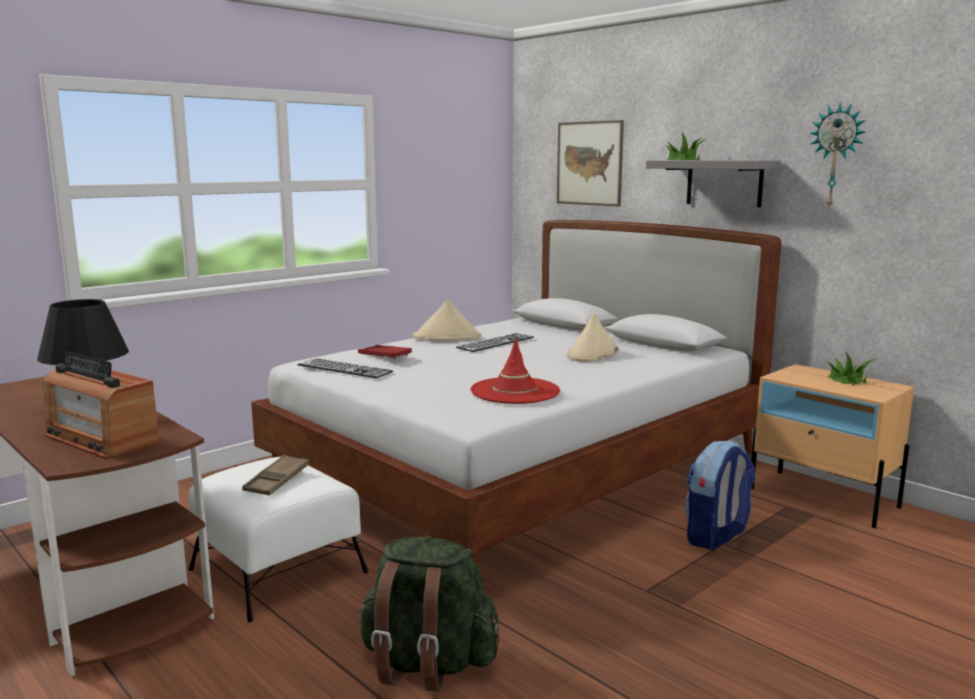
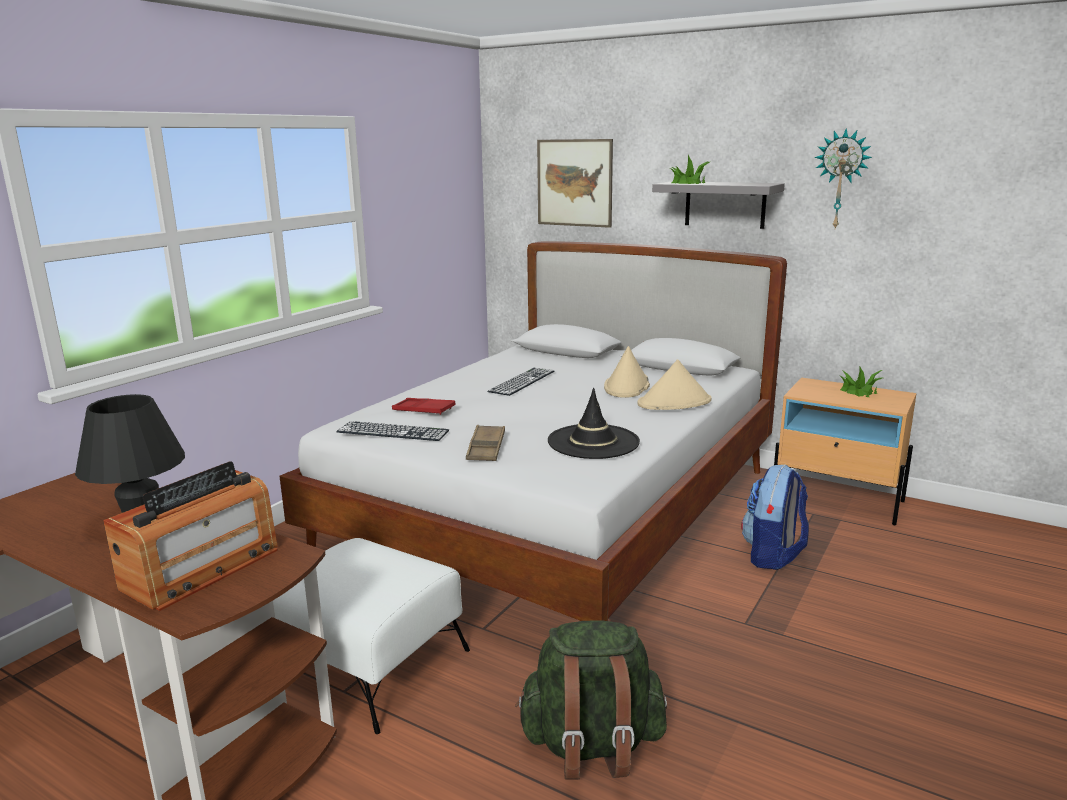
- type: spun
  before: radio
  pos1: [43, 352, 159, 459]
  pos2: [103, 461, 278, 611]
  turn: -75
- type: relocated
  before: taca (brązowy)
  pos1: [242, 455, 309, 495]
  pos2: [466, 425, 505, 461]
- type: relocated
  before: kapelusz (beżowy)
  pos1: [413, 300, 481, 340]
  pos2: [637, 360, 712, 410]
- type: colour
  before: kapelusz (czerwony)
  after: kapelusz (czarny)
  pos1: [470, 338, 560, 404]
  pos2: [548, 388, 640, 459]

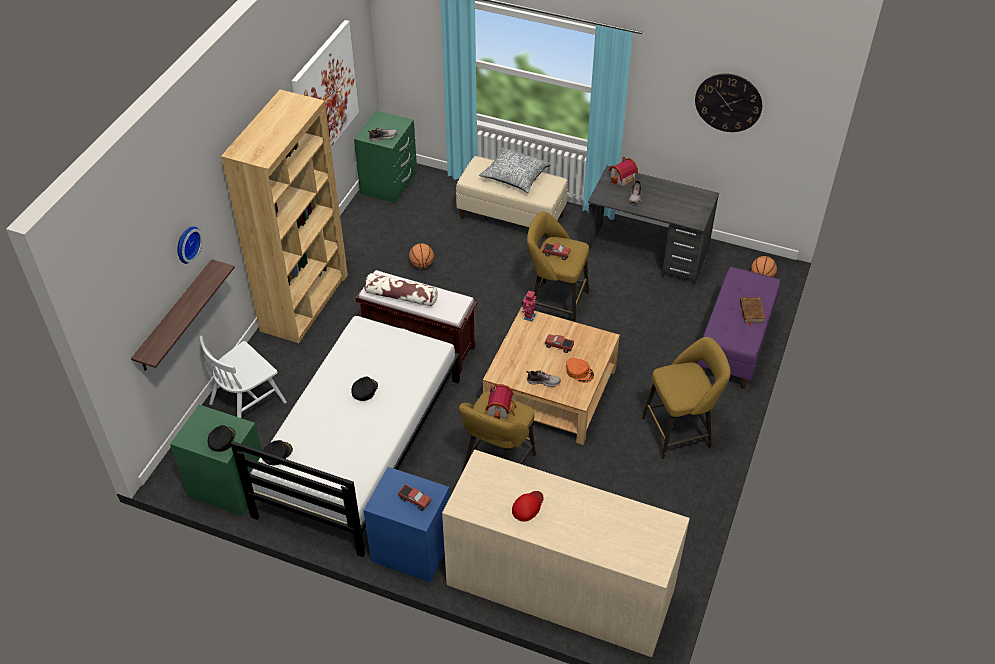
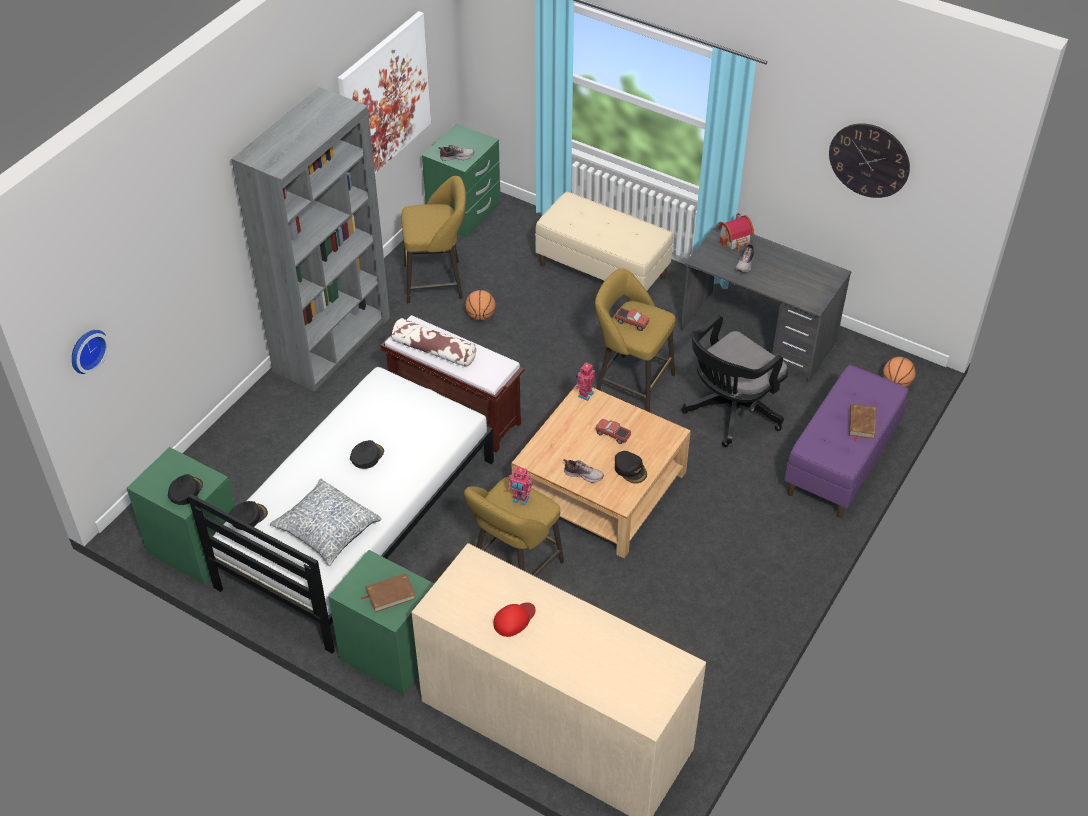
- type: missing
  before: półka
  pos1: [131, 259, 235, 371]
- type: relocated
  before: zegar ścienny
  pos1: [177, 226, 203, 264]
  pos2: [72, 330, 109, 374]
- type: missing
  before: krzesło (biały)
  pos1: [200, 336, 287, 418]
- type: colour
  before: regał (brązowy)
  after: regał (szary)
  pos1: [221, 90, 348, 343]
  pos2: [231, 87, 390, 392]
- type: colour
  before: szafka nocna (niebieski)
  after: szafka nocna (zielony)
  pos1: [363, 467, 450, 582]
  pos2: [328, 550, 434, 695]
- type: exchanged
  before: ciężarówka zabawkowa
  after: książka (brązowy)
  pos1: [398, 485, 431, 511]
  pos2: [361, 573, 416, 612]
- type: relocated
  before: poduszka
  pos1: [479, 148, 551, 193]
  pos2: [270, 479, 381, 566]
- type: exchanged
  before: domek
  after: robot zabawkowy
  pos1: [485, 384, 517, 419]
  pos2: [508, 466, 533, 505]
- type: colour
  before: czapka z daszkiem (pomarańczowy)
  after: czapka z daszkiem (czarny)
  pos1: [566, 358, 594, 383]
  pos2: [615, 451, 647, 484]
- type: relocated
  before: stołek (żółty)
  pos1: [642, 337, 731, 459]
  pos2: [402, 176, 466, 304]
- type: appeared
  after: krzesło biurowe (czarny)
  pos2: [681, 314, 788, 447]

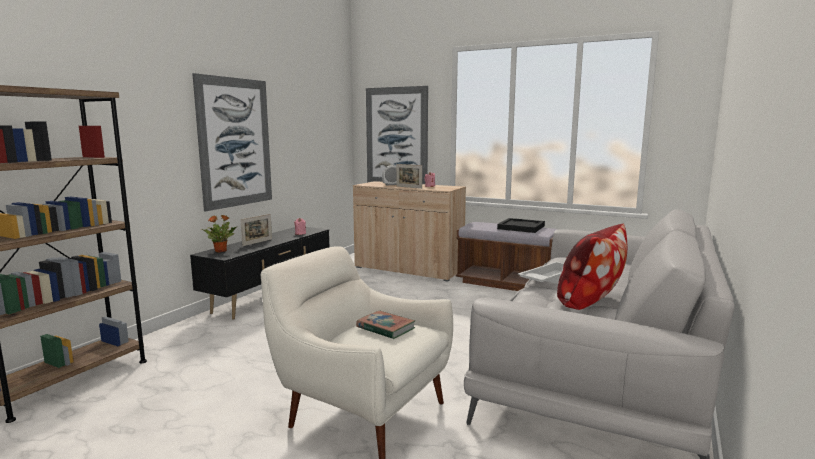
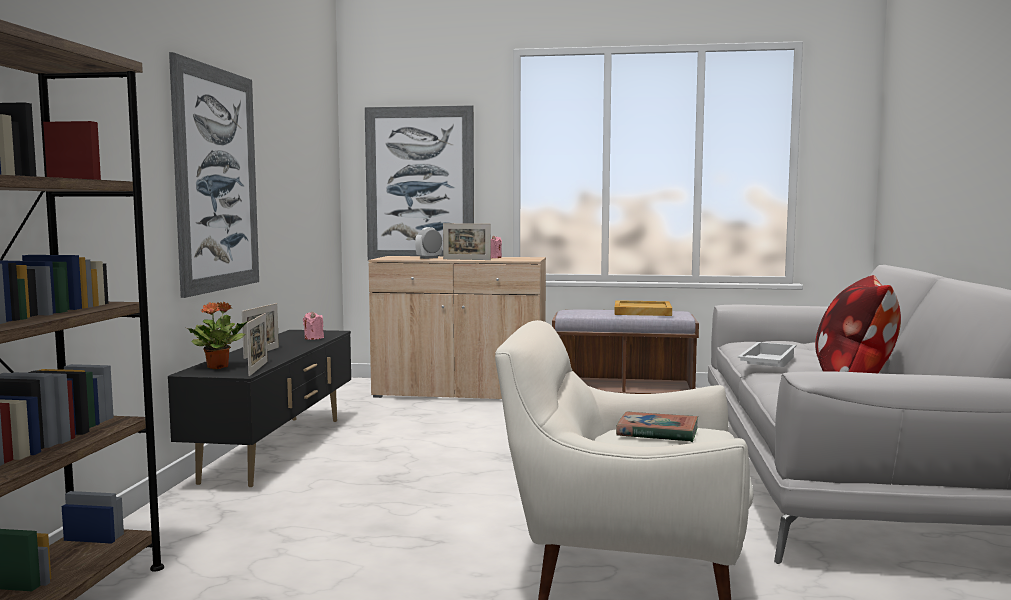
- type: colour
  before: taca (czarny)
  after: taca (beżowy)
  pos1: [497, 218, 545, 233]
  pos2: [614, 300, 672, 316]
- type: appeared
  after: ramka na zdjęcie
  pos2: [246, 313, 268, 376]

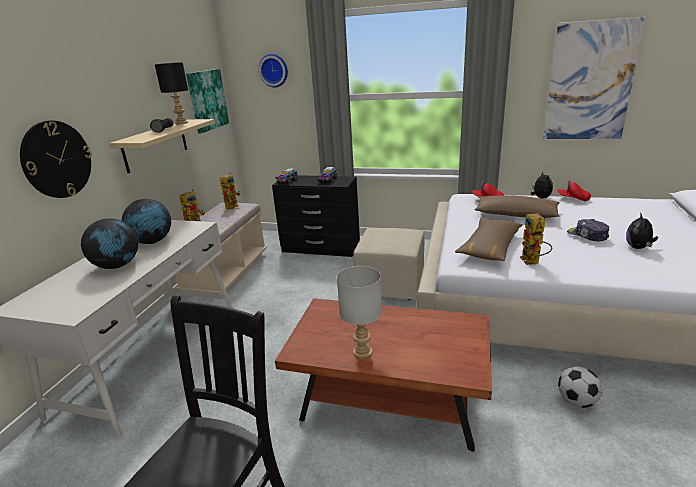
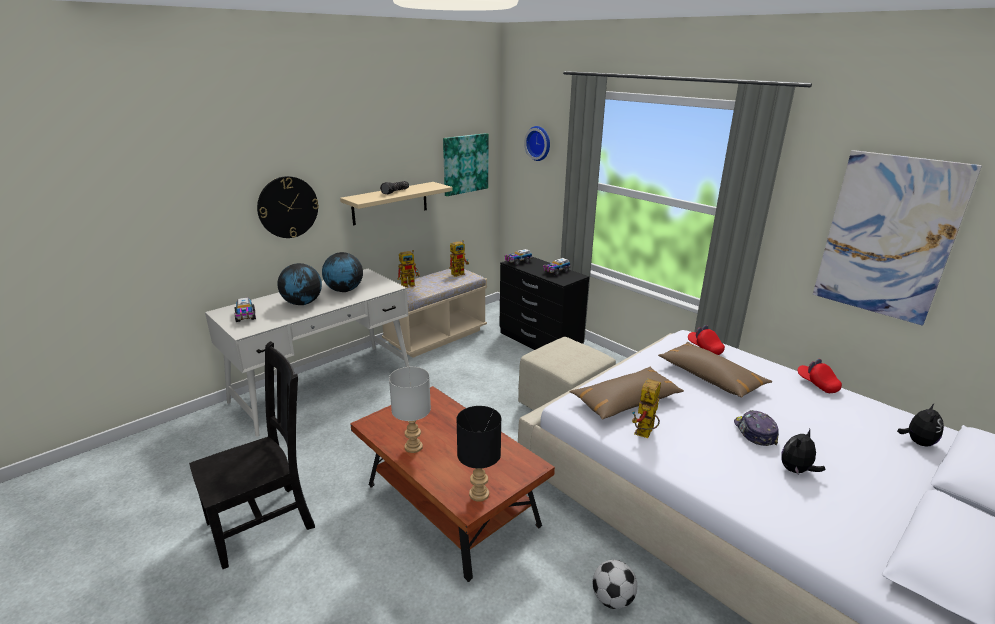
- type: relocated
  before: lampa stołowa (czarny)
  pos1: [155, 62, 188, 124]
  pos2: [456, 406, 501, 502]
- type: relocated
  before: pluszak
  pos1: [531, 172, 553, 199]
  pos2: [897, 404, 944, 446]
- type: appeared
  after: ciężarówka zabawkowa
  pos2: [234, 298, 256, 322]

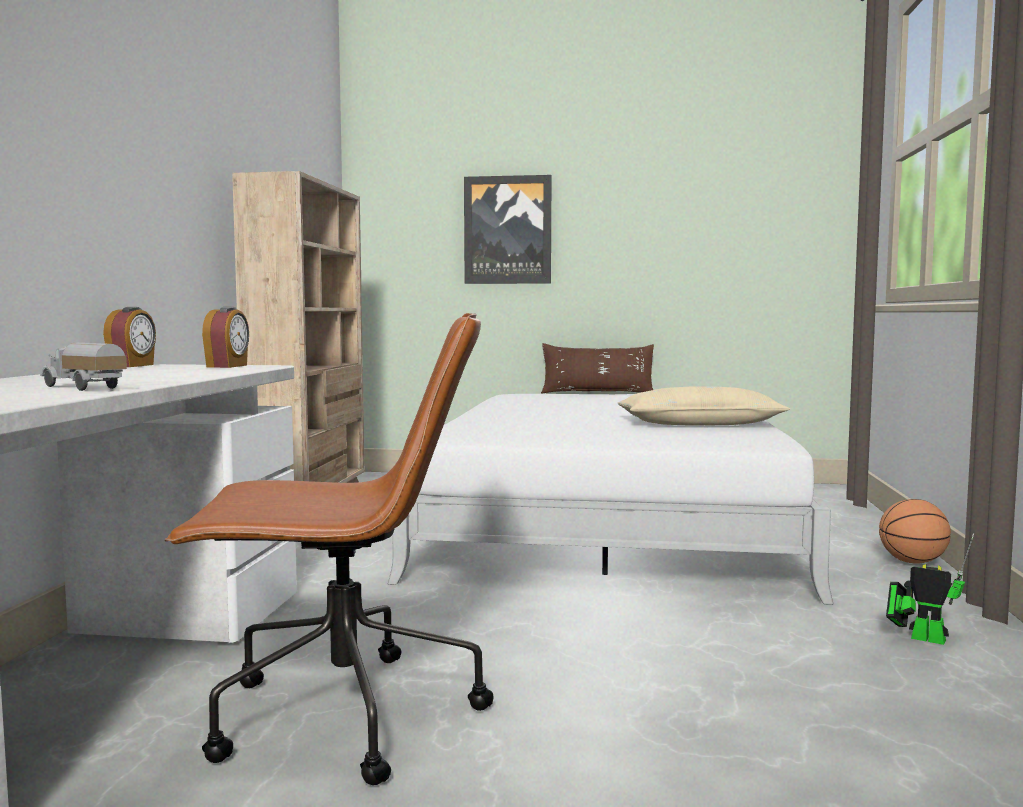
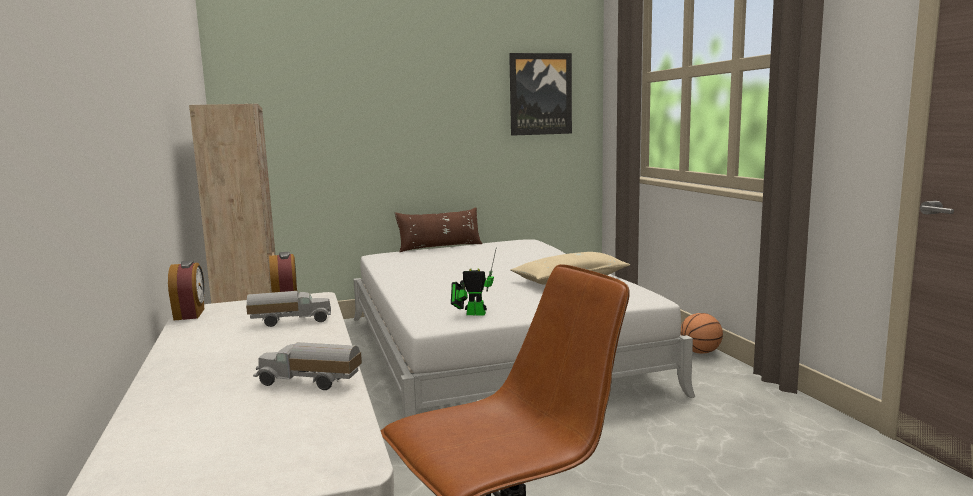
- type: relocated
  before: obraz
  pos1: [464, 175, 551, 284]
  pos2: [509, 53, 572, 136]
- type: relocated
  before: robot zabawkowy
  pos1: [886, 533, 974, 645]
  pos2: [451, 247, 497, 315]
- type: appeared
  after: ciężarówka zabawkowa
  pos2: [246, 291, 331, 327]

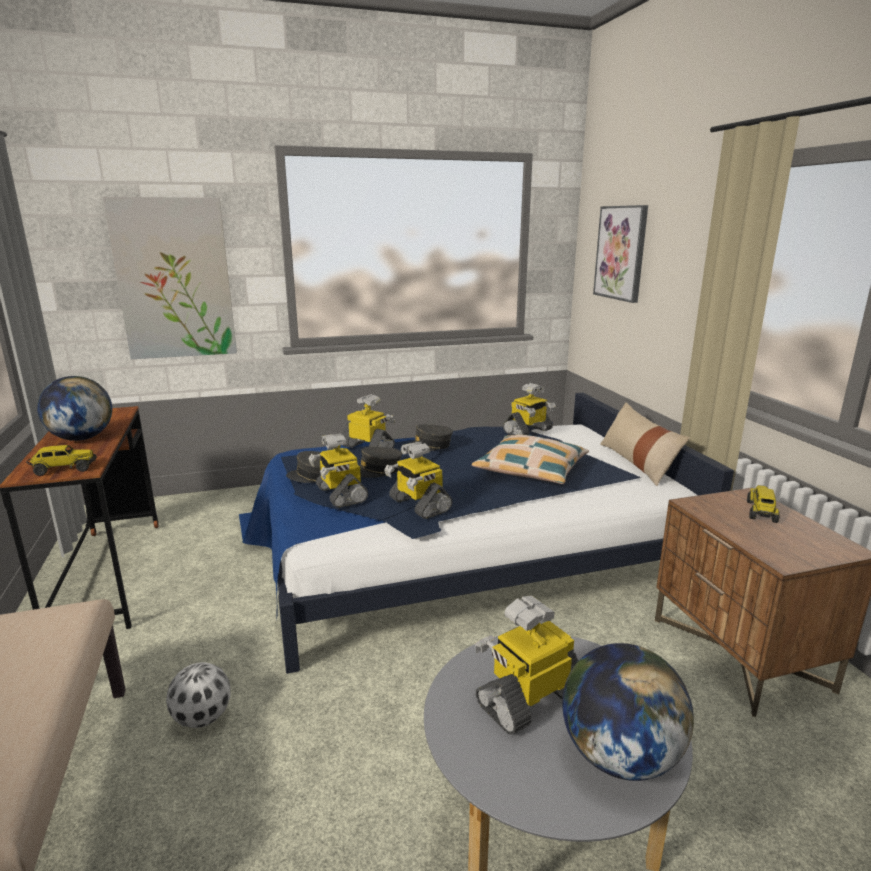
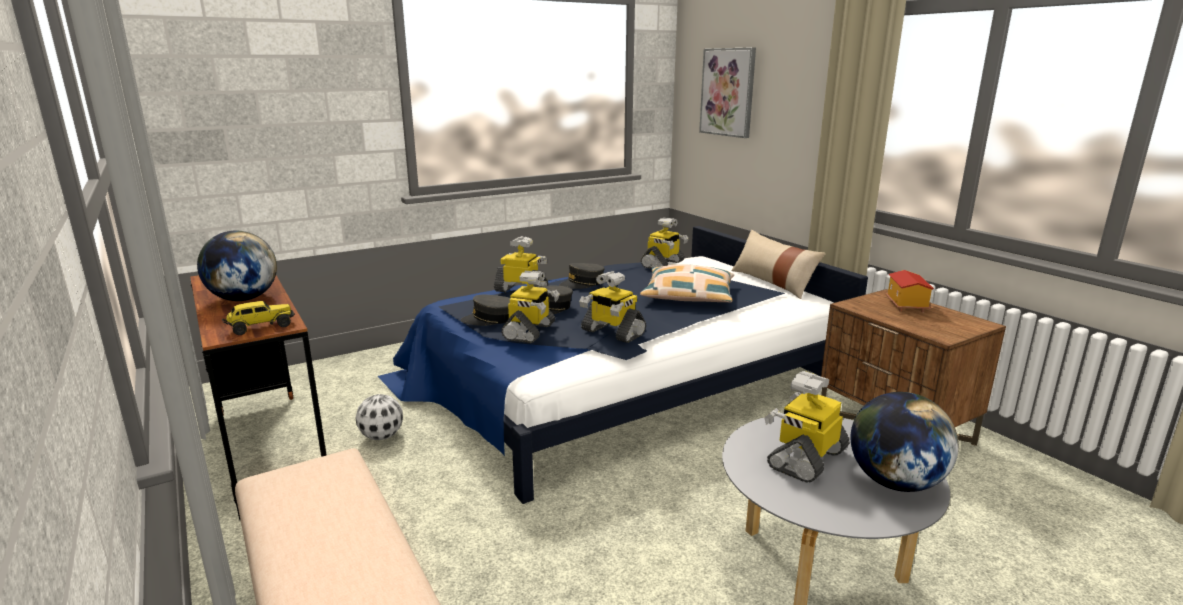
- type: missing
  before: obraz
  pos1: [103, 197, 237, 359]
- type: relocated
  before: piłka futbolowa
  pos1: [166, 662, 231, 728]
  pos2: [356, 394, 403, 440]
- type: spun
  before: robot zabawkowy
  pos1: [308, 433, 368, 508]
  pos2: [501, 271, 560, 343]
  turn: -120
- type: exchanged
  before: ciężarówka zabawkowa
  after: domek
  pos1: [747, 485, 780, 523]
  pos2: [885, 270, 934, 313]

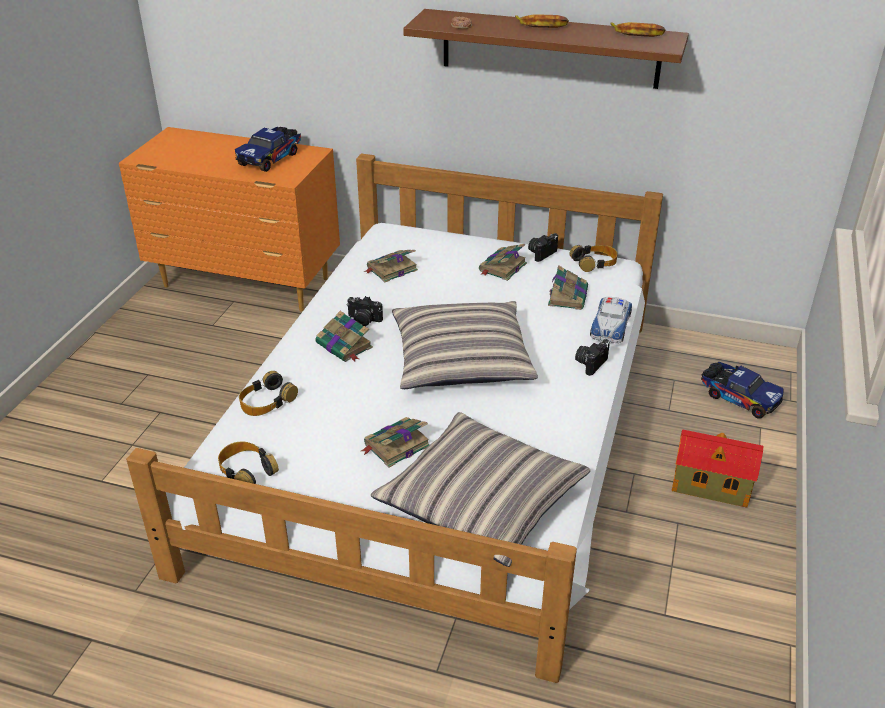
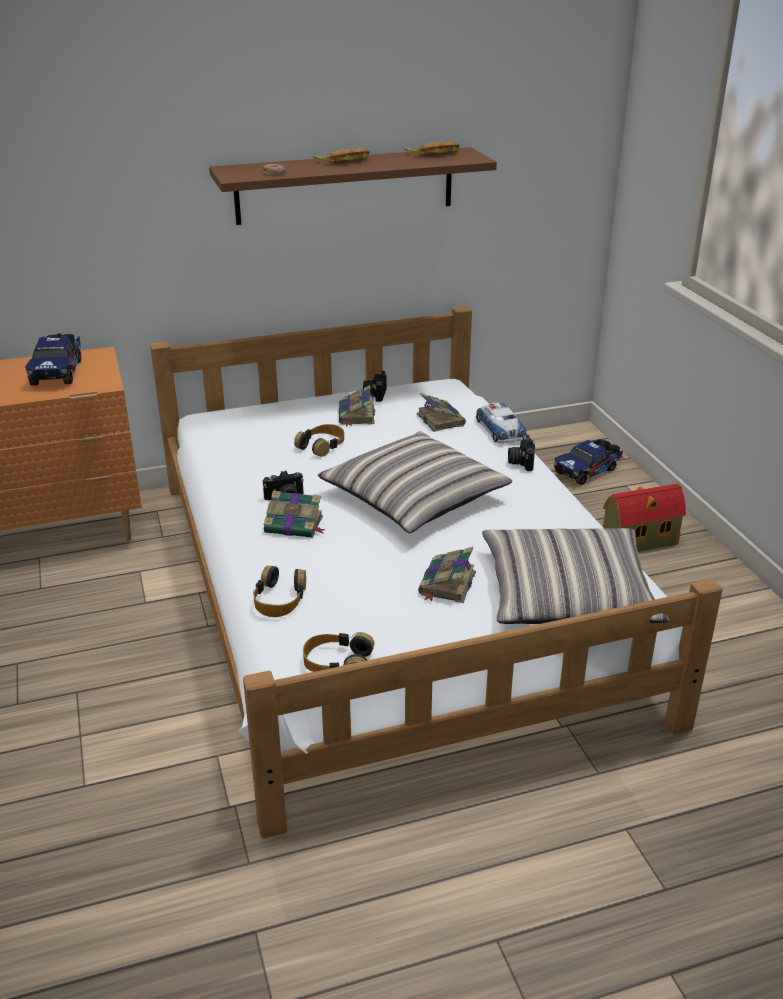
- type: missing
  before: książka
  pos1: [364, 250, 418, 282]
- type: relocated
  before: słuchawki
  pos1: [570, 245, 618, 272]
  pos2: [294, 424, 344, 457]
- type: spun
  before: ciężarówka zabawkowa
  pos1: [701, 362, 784, 419]
  pos2: [554, 439, 623, 485]
  turn: 135

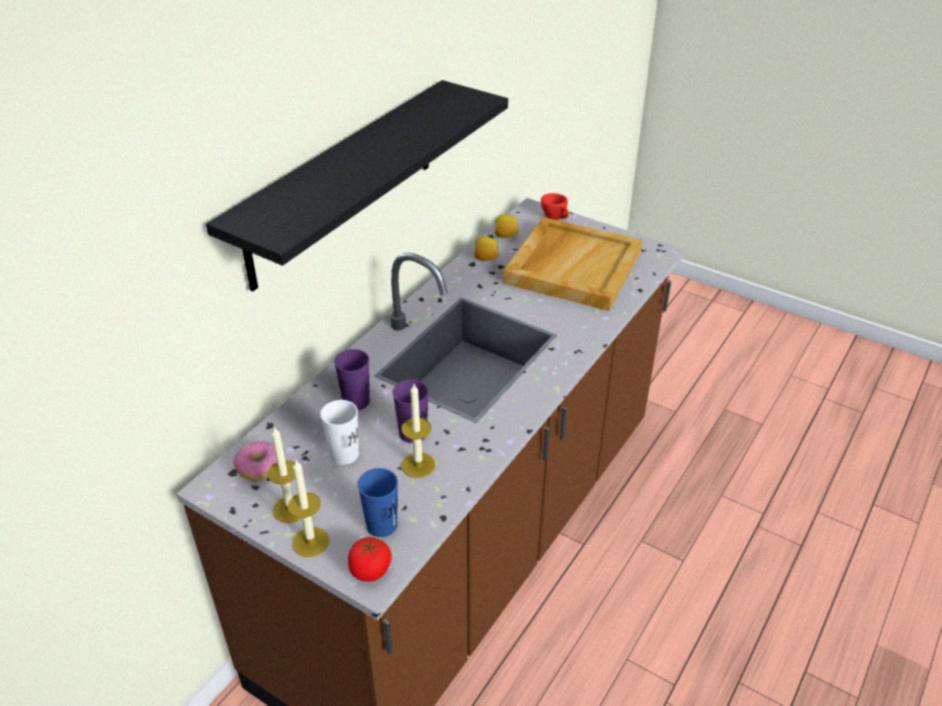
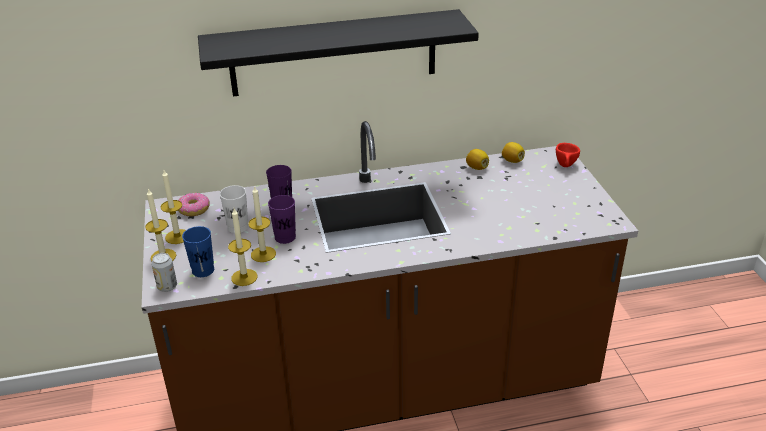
- type: exchanged
  before: pomidor
  after: puszka
  pos1: [348, 537, 392, 582]
  pos2: [151, 253, 177, 292]
- type: missing
  before: taca (beżowy)
  pos1: [503, 217, 643, 311]
- type: appeared
  after: świeca
  pos2: [228, 208, 258, 286]

